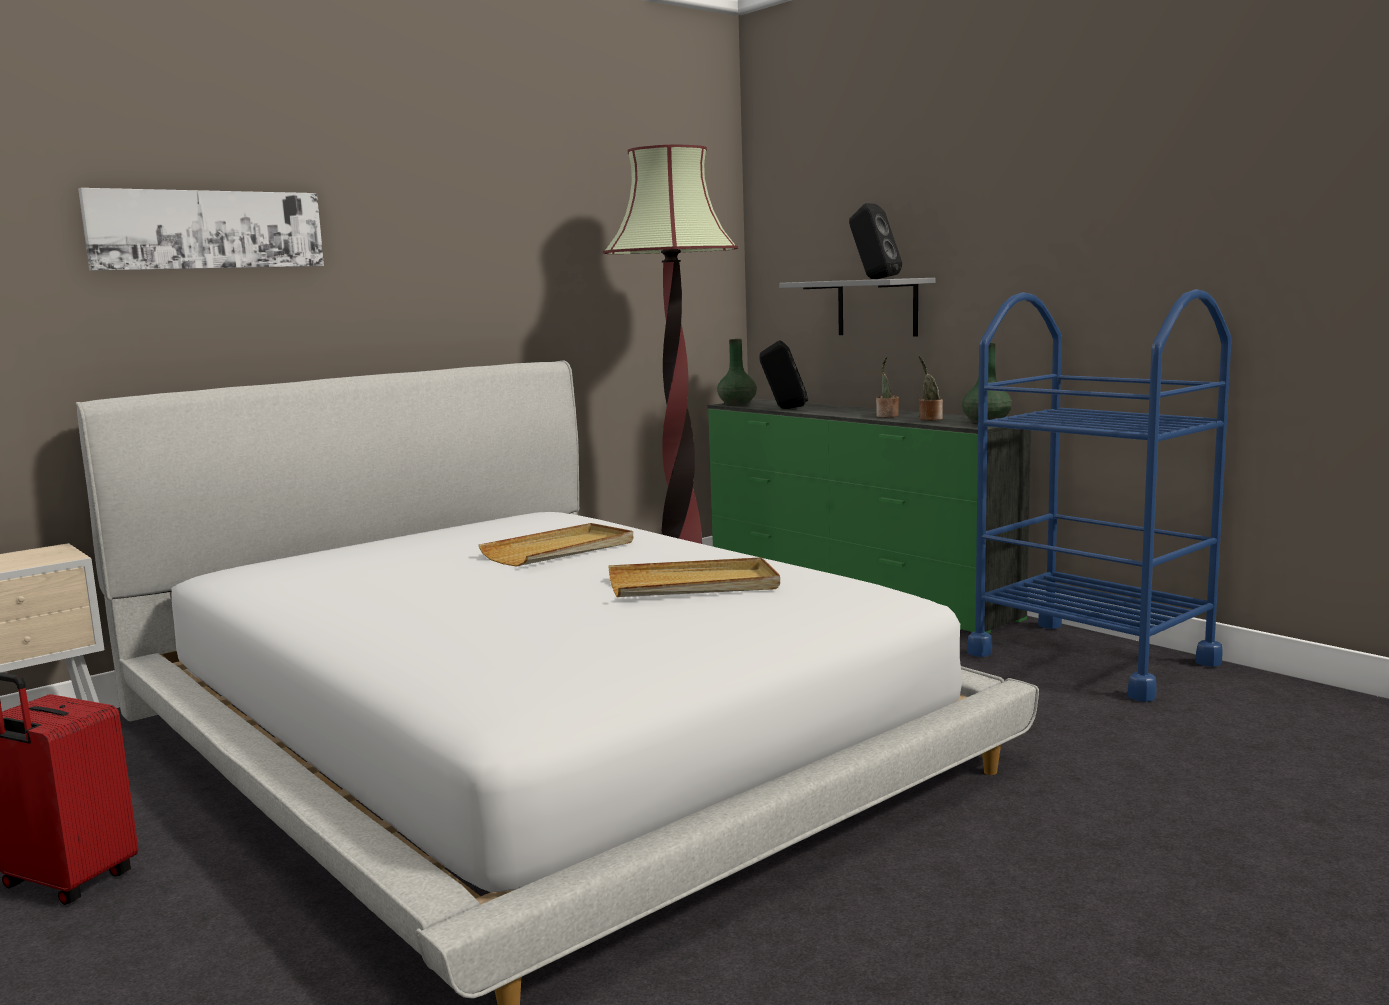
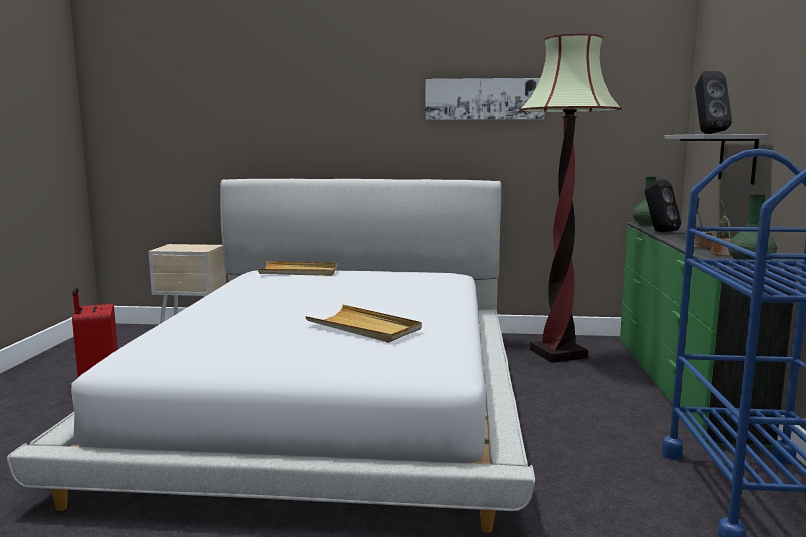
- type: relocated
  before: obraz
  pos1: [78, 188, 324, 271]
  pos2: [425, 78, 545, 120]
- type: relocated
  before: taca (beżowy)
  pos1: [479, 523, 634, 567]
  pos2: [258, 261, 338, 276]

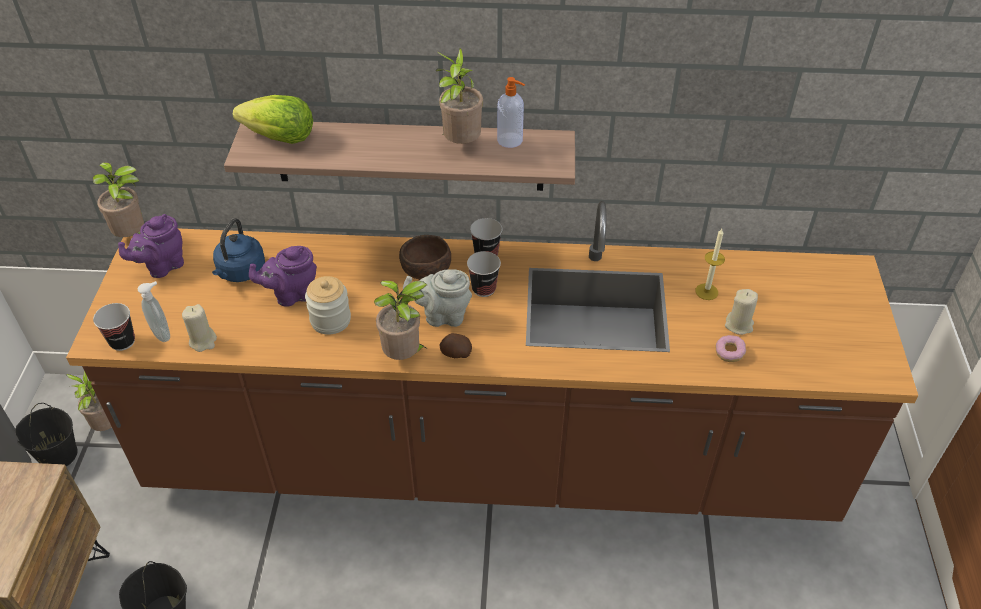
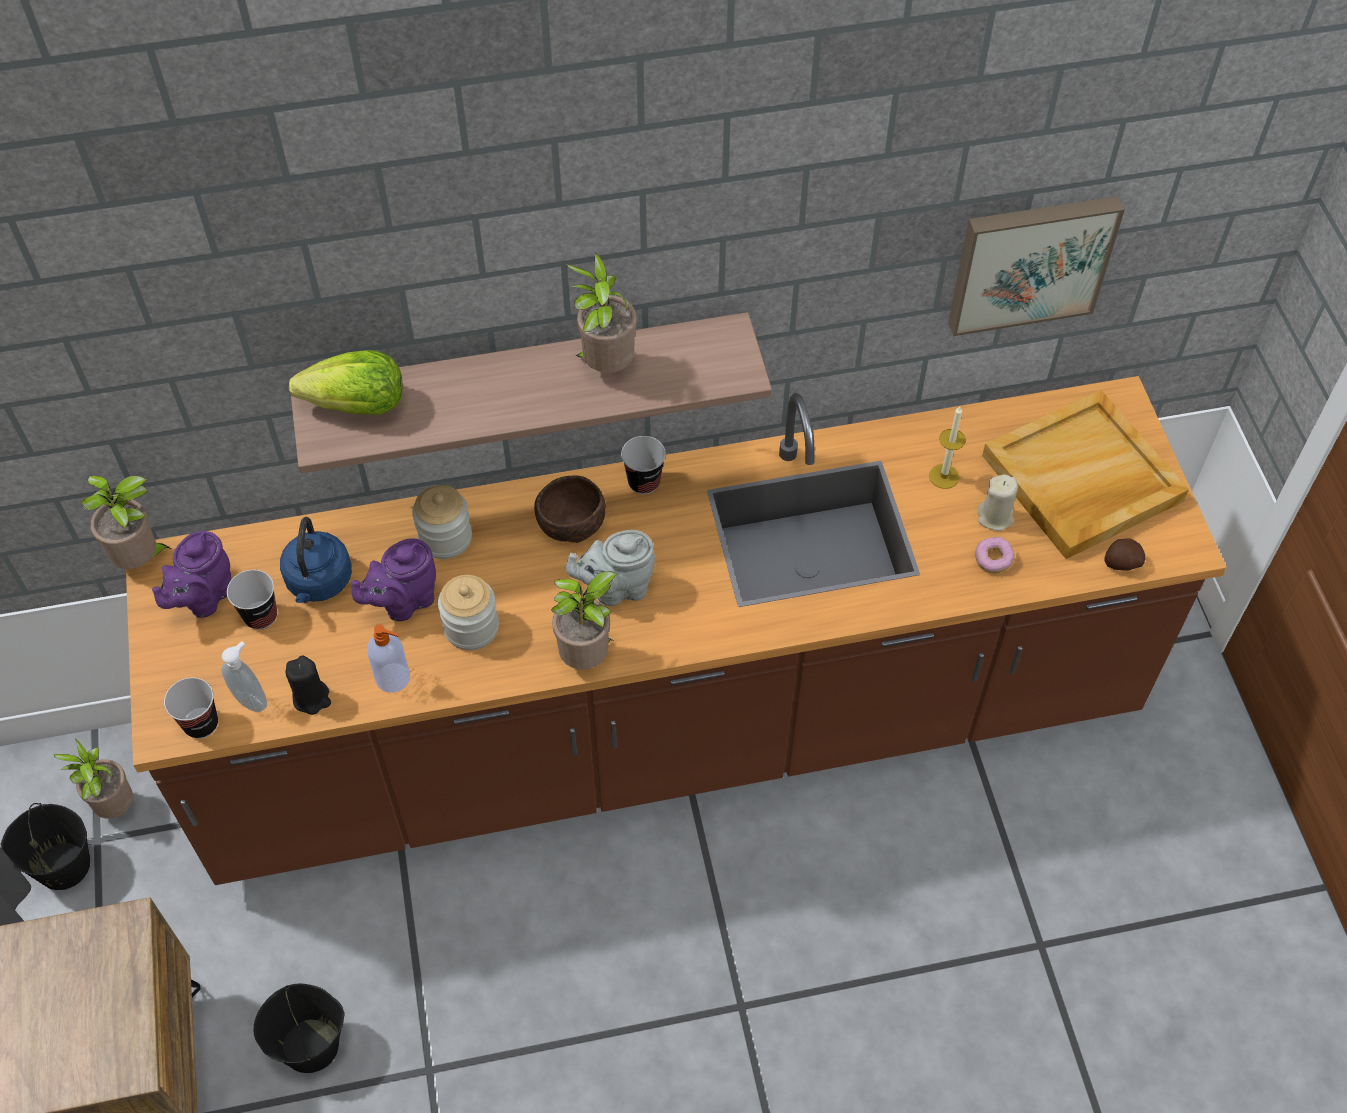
- type: colour
  before: świeca (beżowy)
  after: świeca (czarny)
  pos1: [182, 304, 217, 352]
  pos2: [285, 655, 331, 715]
- type: relocated
  before: ziemniak
  pos1: [440, 333, 472, 358]
  pos2: [1104, 539, 1145, 571]
- type: relocated
  before: filiżanka
  pos1: [467, 251, 501, 297]
  pos2: [227, 570, 277, 630]
- type: relocated
  before: dozownik mydła
  pos1: [497, 77, 525, 148]
  pos2: [367, 624, 410, 693]
- type: appeared
  after: słoik
  pos2: [412, 485, 472, 559]
- type: appeared
  after: obraz
  pos2: [948, 196, 1125, 336]
- type: appeared
  after: taca (beżowy)
  pos2: [982, 390, 1189, 559]

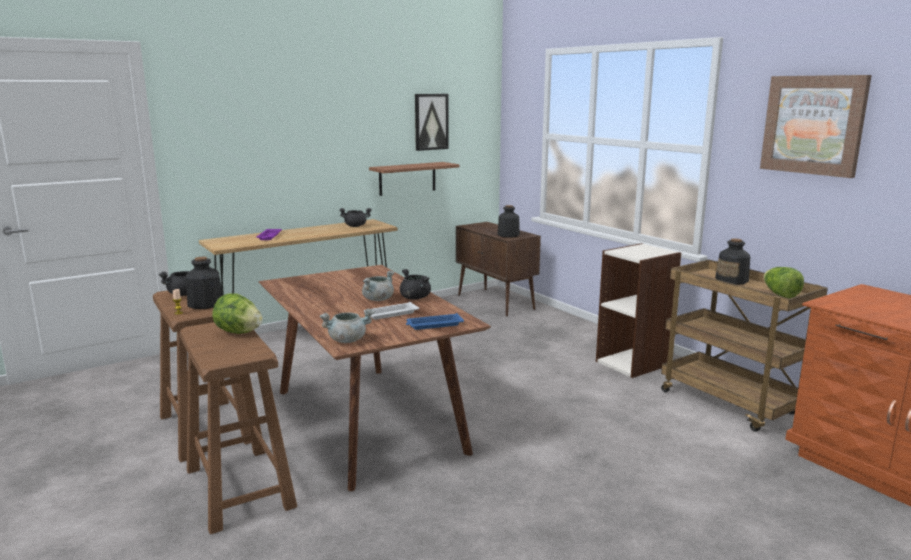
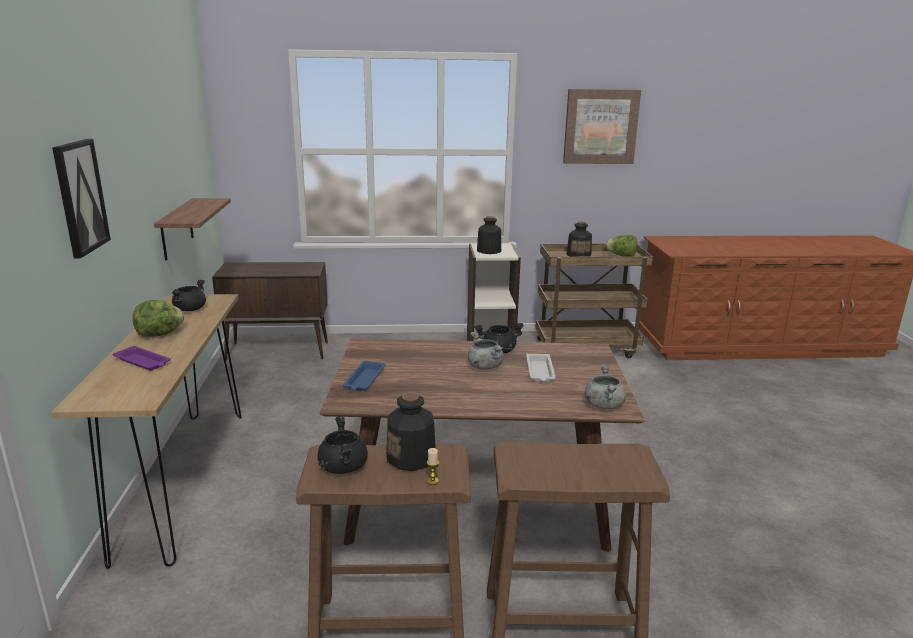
- type: relocated
  before: sałata
  pos1: [212, 293, 263, 334]
  pos2: [133, 300, 184, 337]
- type: relocated
  before: taca (niebieski)
  pos1: [406, 313, 464, 330]
  pos2: [343, 361, 386, 391]
- type: relocated
  before: obraz
  pos1: [415, 94, 449, 151]
  pos2: [52, 139, 111, 258]
- type: relocated
  before: butelka
  pos1: [498, 205, 520, 238]
  pos2: [477, 216, 501, 254]

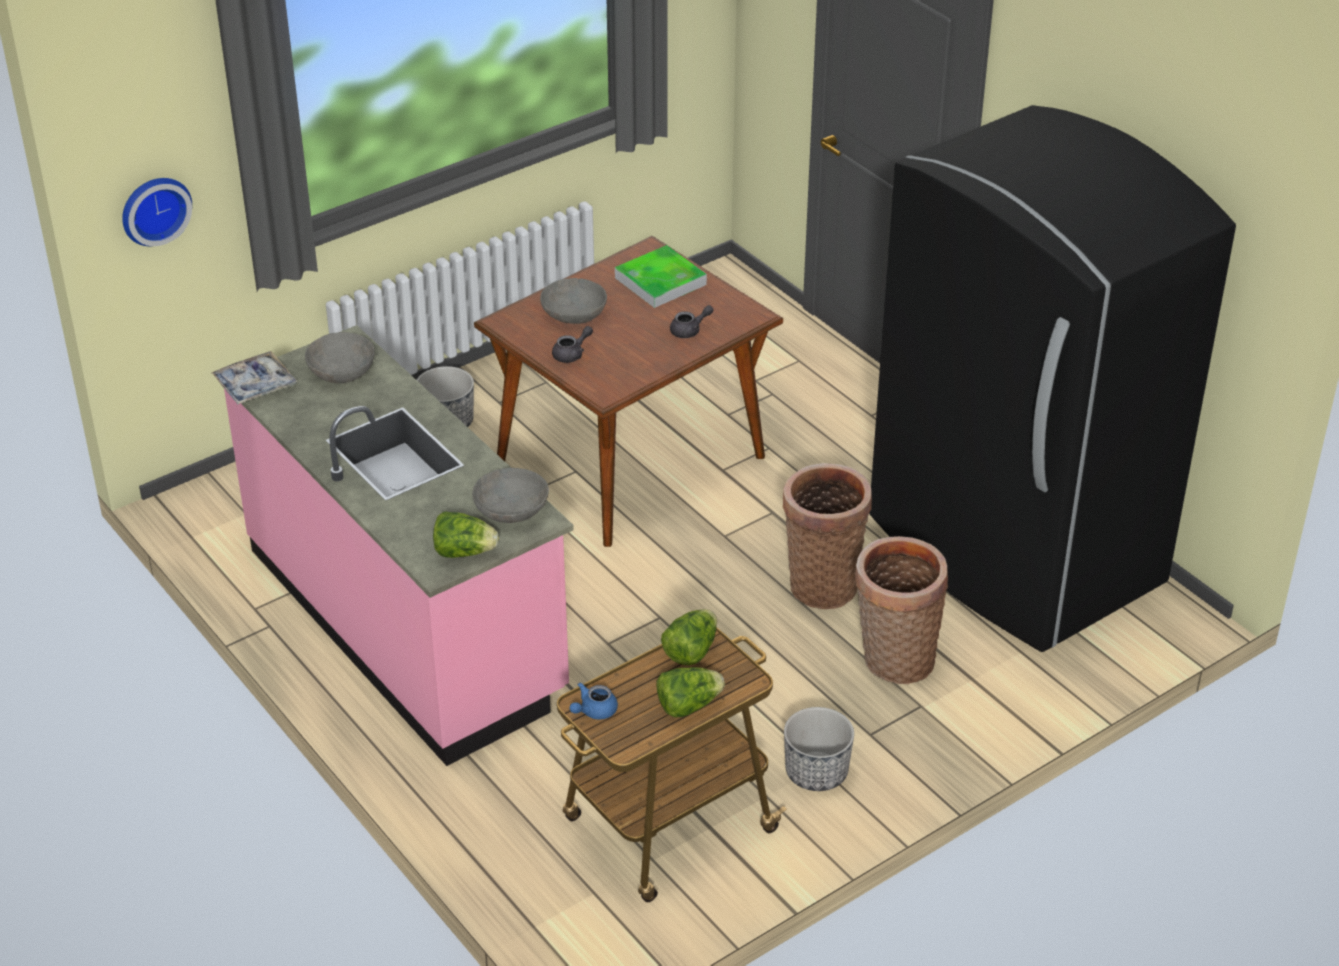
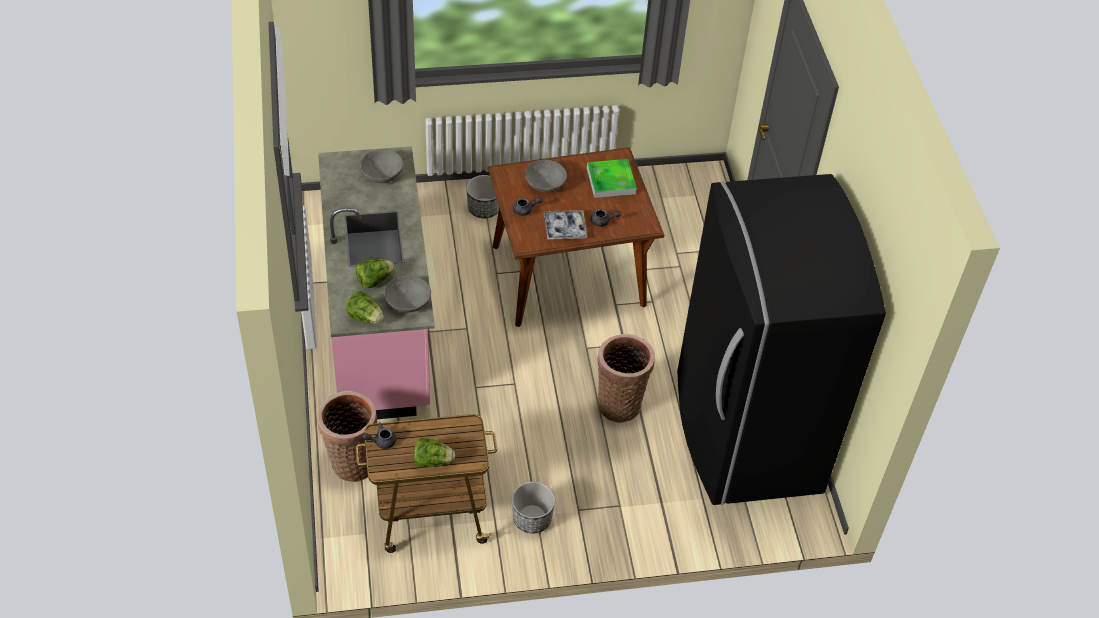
- type: missing
  before: zegar ścienny
  pos1: [122, 178, 192, 246]
- type: relocated
  before: taca
  pos1: [212, 351, 298, 404]
  pos2: [544, 210, 587, 240]
- type: colour
  before: imbryk (niebieski)
  after: imbryk (szary)
  pos1: [569, 682, 618, 720]
  pos2: [363, 422, 396, 449]
- type: relocated
  before: sałata
  pos1: [661, 609, 717, 665]
  pos2: [356, 259, 395, 288]
- type: relocated
  before: koszyk
  pos1: [855, 536, 948, 684]
  pos2: [318, 391, 378, 482]

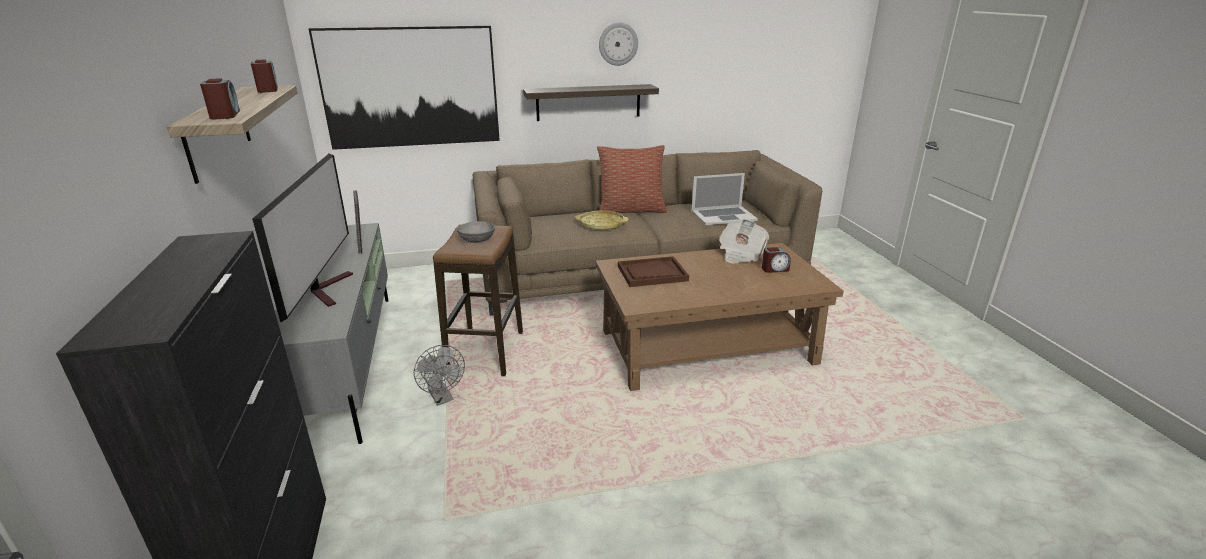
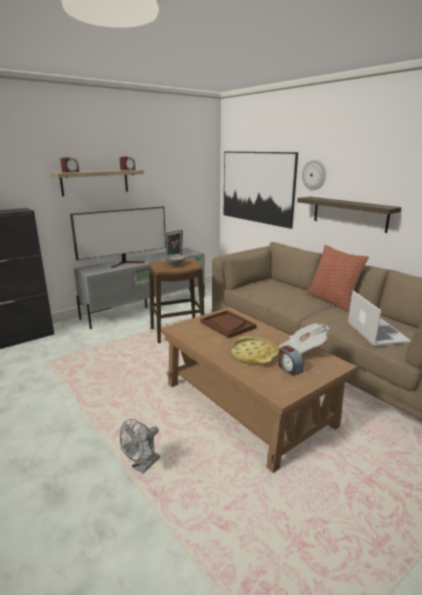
- type: relocated
  before: wentylator (szary)
  pos1: [414, 345, 465, 406]
  pos2: [120, 419, 160, 473]
- type: relocated
  before: taca (żółty)
  pos1: [575, 210, 629, 231]
  pos2: [231, 336, 279, 364]
- type: relocated
  before: zegar ścienny
  pos1: [599, 23, 638, 66]
  pos2: [302, 160, 326, 190]
- type: spun
  before: laptop
  pos1: [691, 173, 758, 225]
  pos2: [348, 290, 411, 346]
  turn: -150

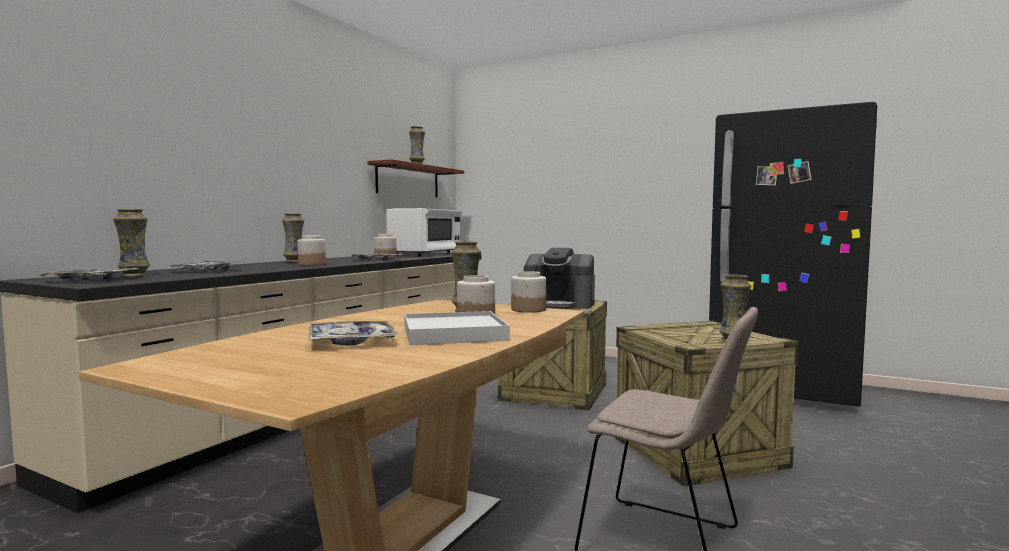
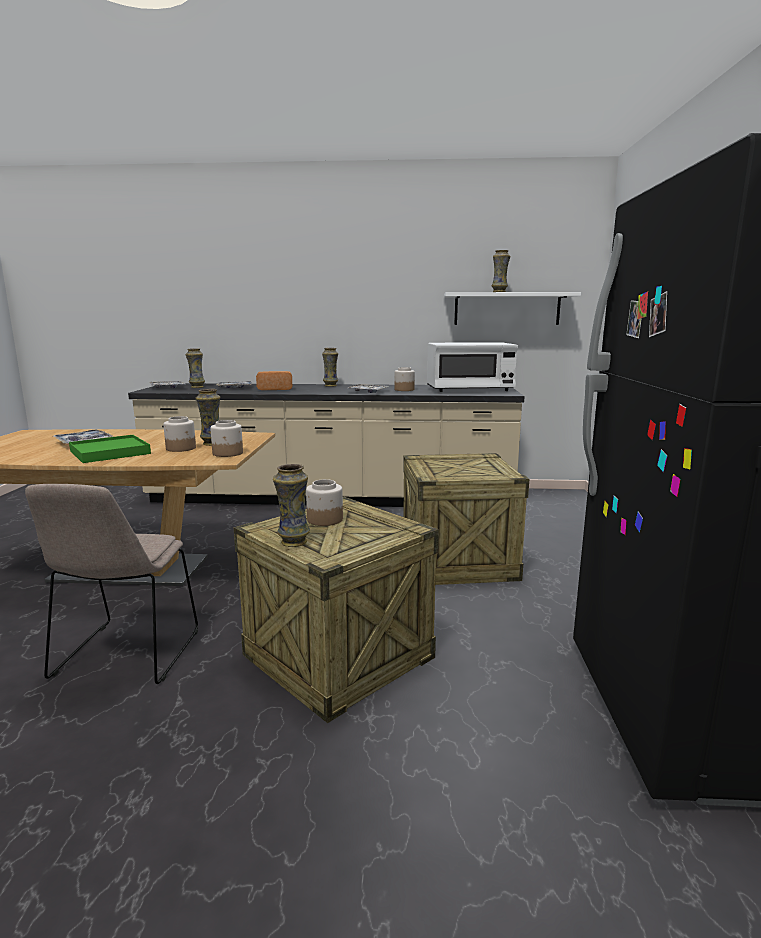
- type: relocated
  before: słoik
  pos1: [298, 236, 326, 265]
  pos2: [306, 479, 343, 526]
- type: colour
  before: półka (brązowy)
  after: półka (biały)
  pos1: [367, 159, 464, 198]
  pos2: [444, 292, 581, 325]
- type: colour
  before: taca (biały)
  after: taca (zielony)
  pos1: [404, 311, 510, 345]
  pos2: [69, 435, 151, 463]
- type: missing
  before: ekspres do kawy
  pos1: [524, 248, 595, 309]
- type: appeared
  after: chleb
  pos2: [256, 371, 292, 390]

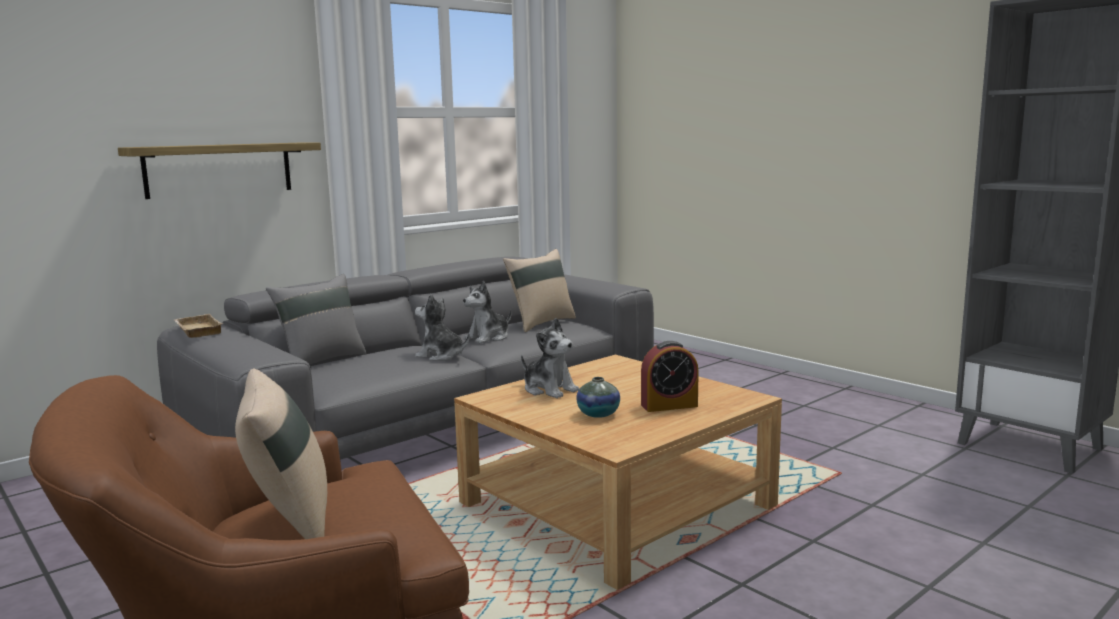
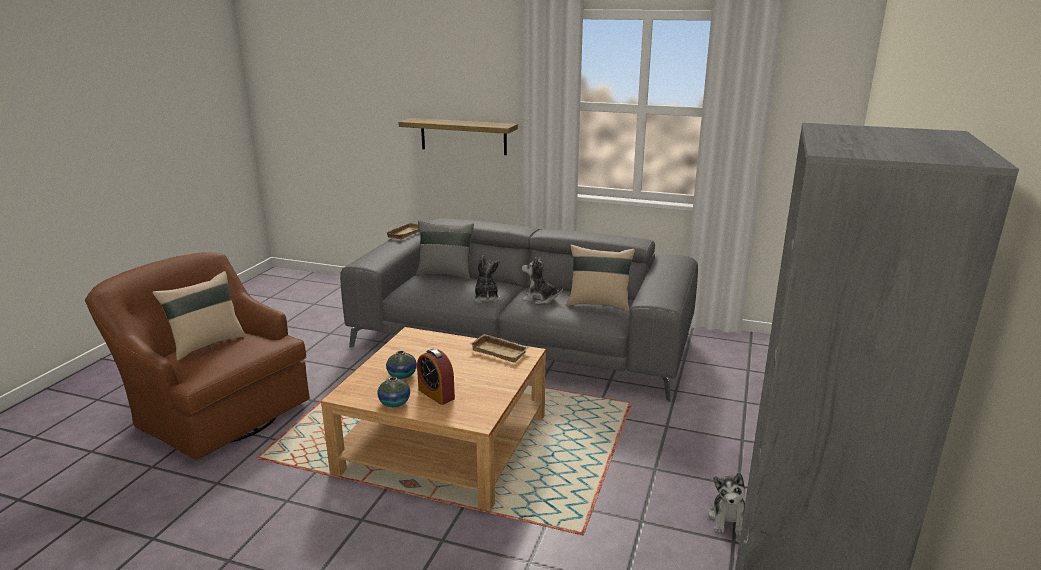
- type: relocated
  before: pluszak
  pos1: [521, 318, 579, 399]
  pos2: [708, 473, 745, 536]
- type: appeared
  after: wazon
  pos2: [377, 377, 410, 407]
- type: appeared
  after: taca (beżowy)
  pos2: [470, 334, 530, 363]

